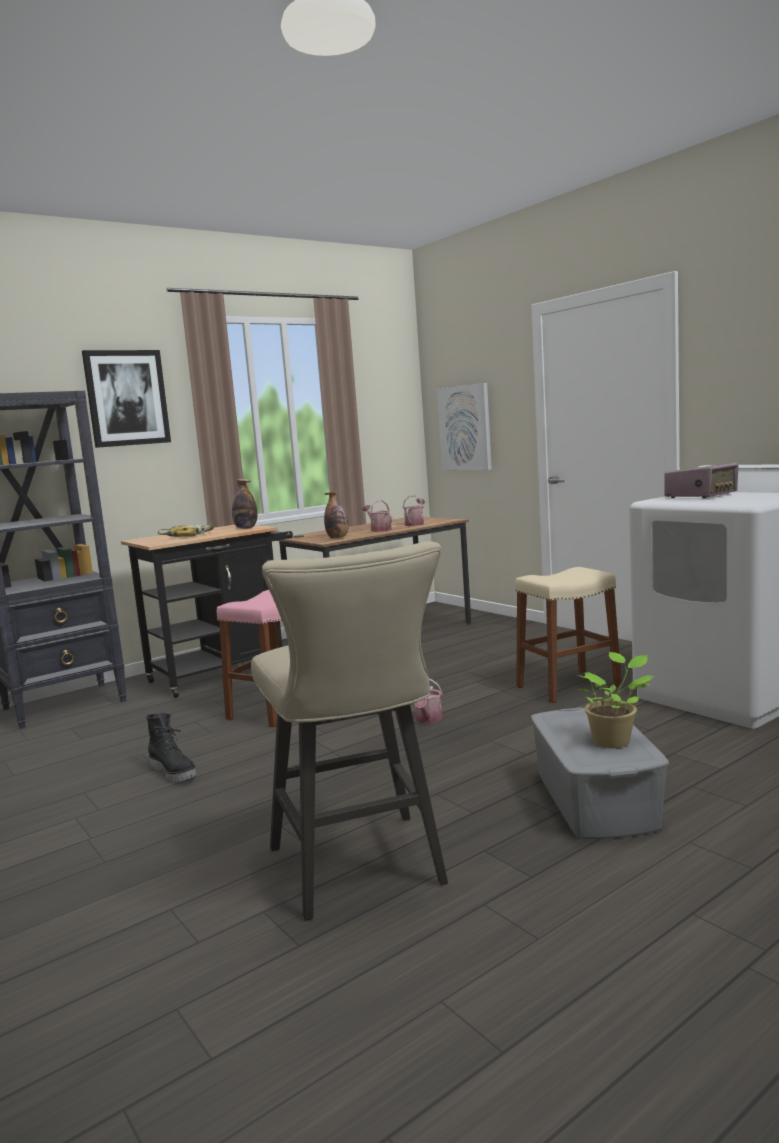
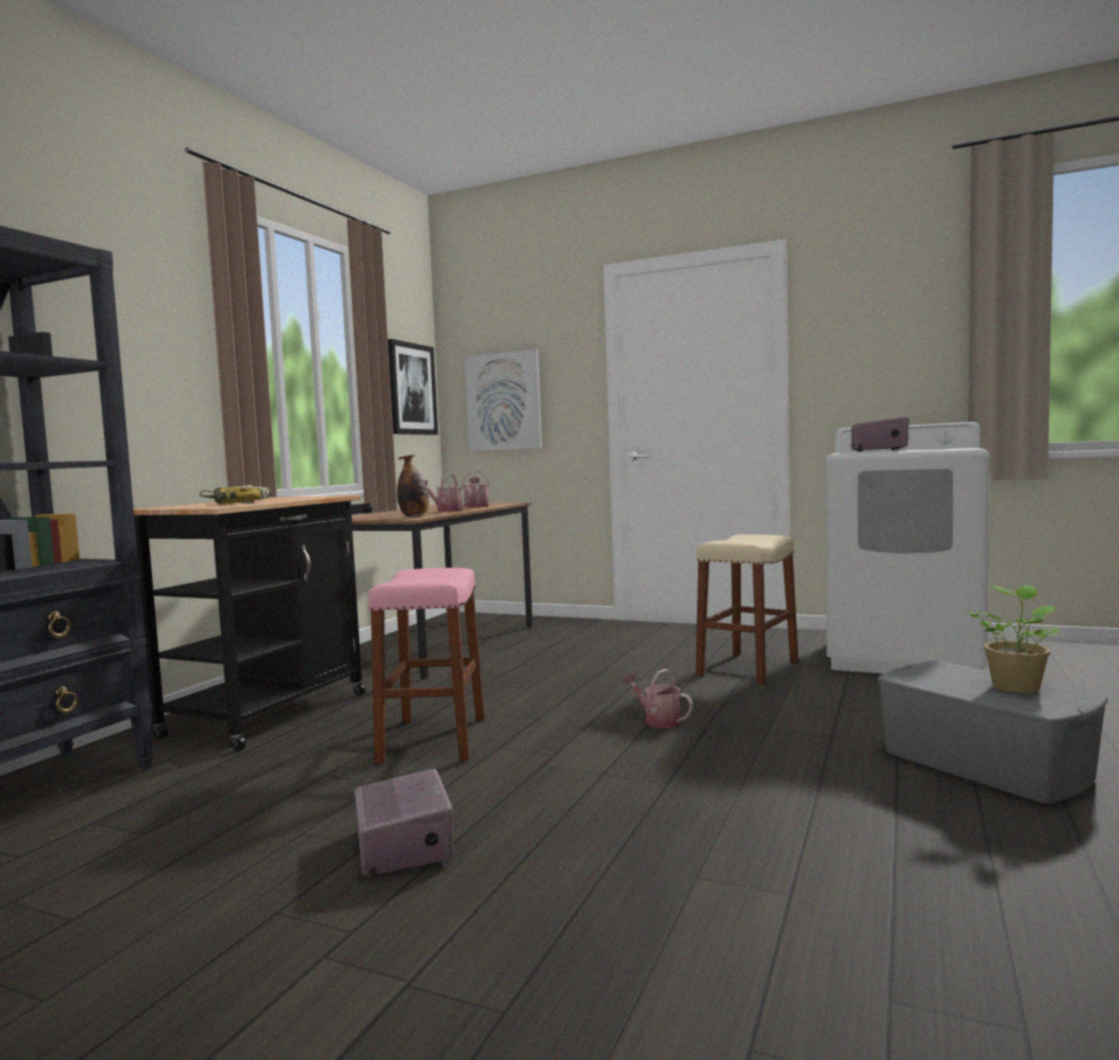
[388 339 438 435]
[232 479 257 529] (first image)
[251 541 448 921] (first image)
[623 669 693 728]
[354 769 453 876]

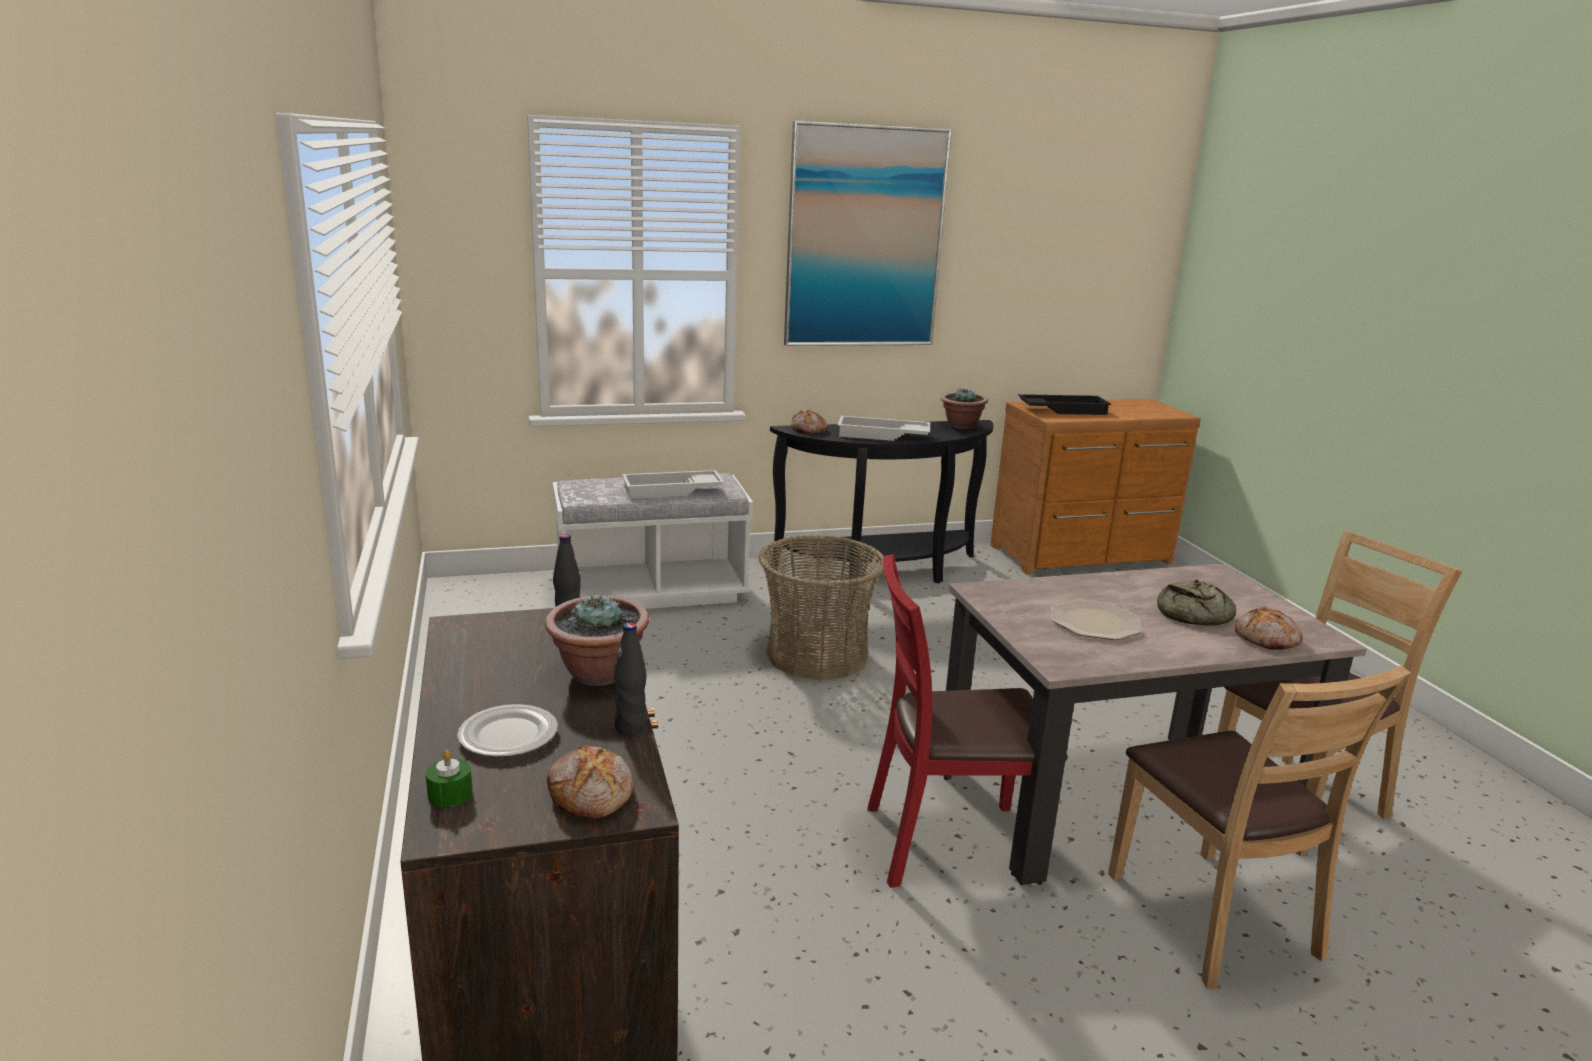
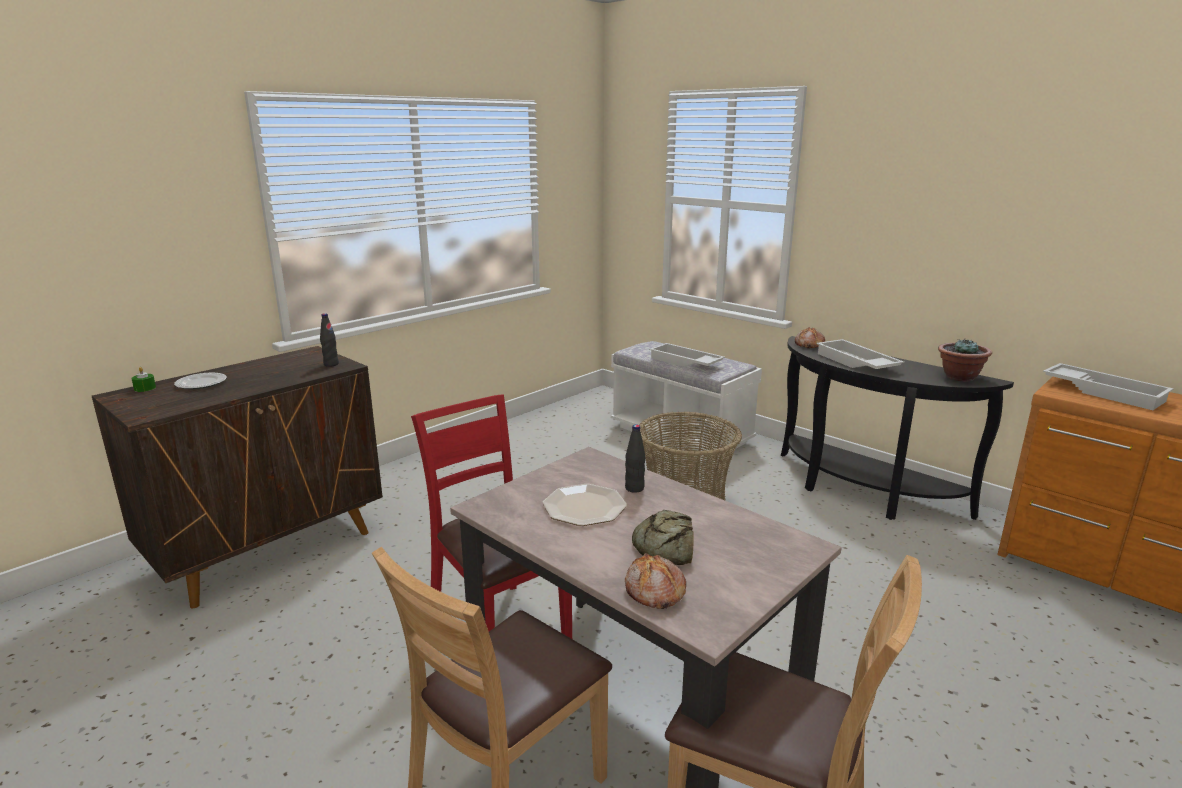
[784 121 952 346] (first image)
[1043 363 1173 410]
[545 595 649 686] (first image)
[625 424 645 493]
[547 745 634 818] (first image)

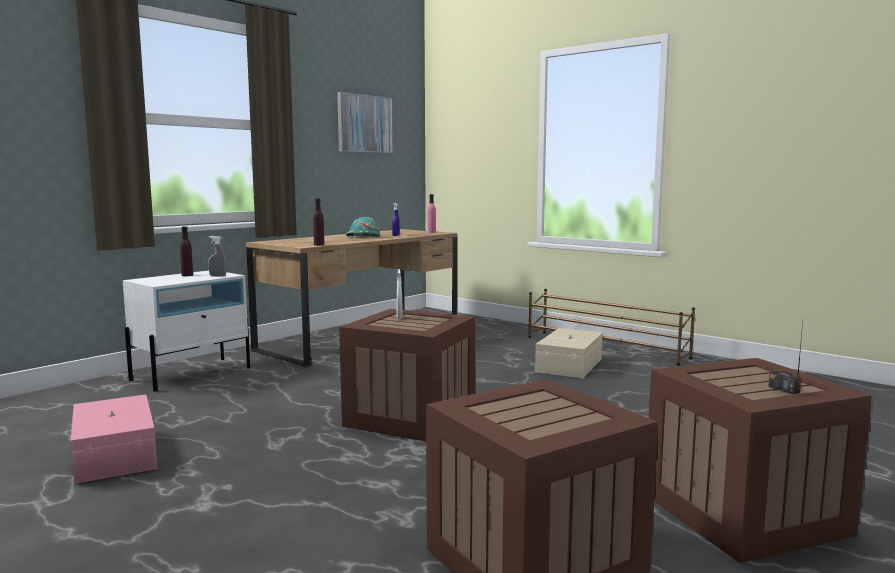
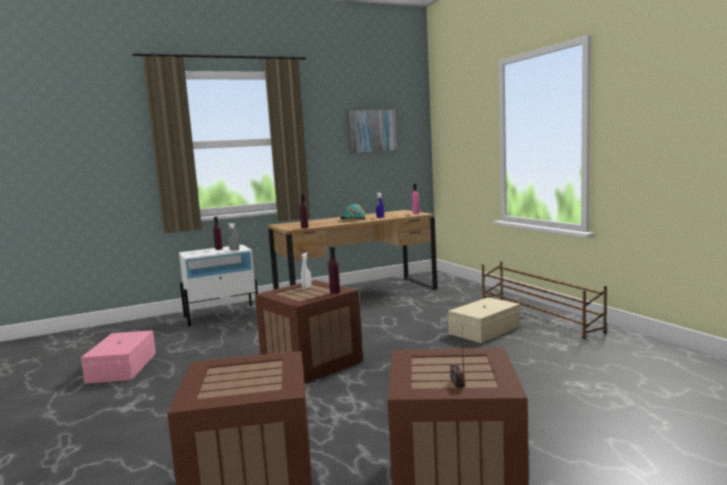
[328 247 340 294]

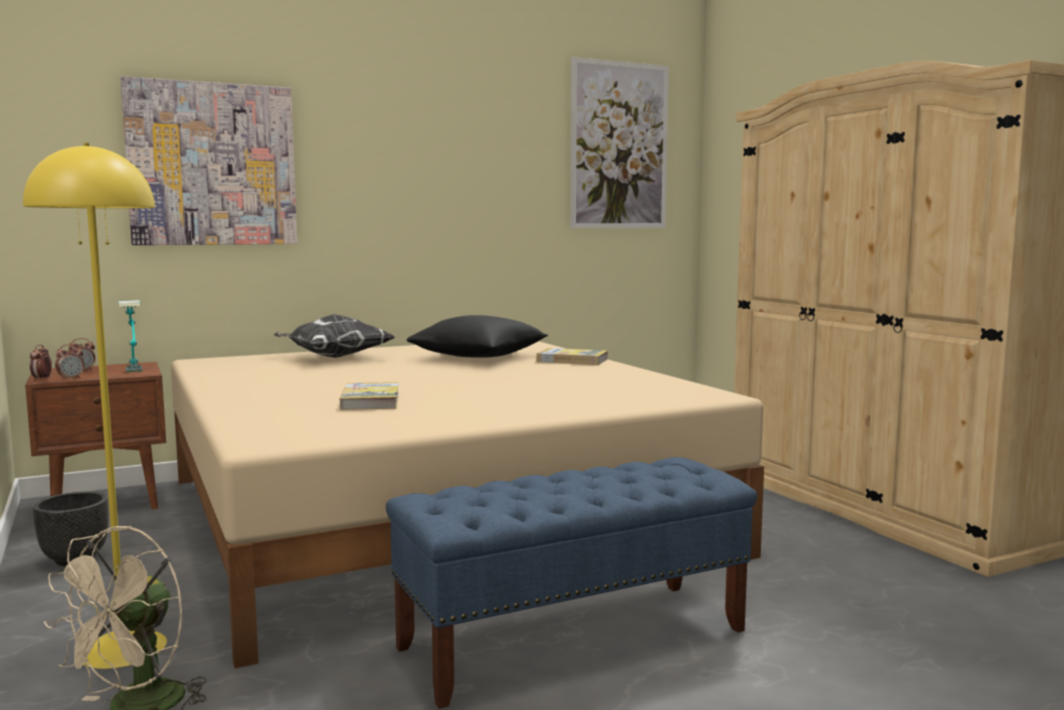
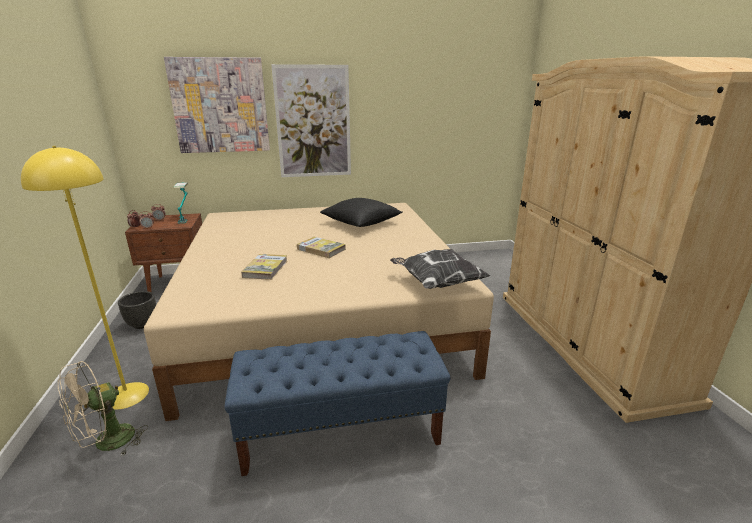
[271 64 351 177]
[390 249 491 289]
[297 237 346 258]

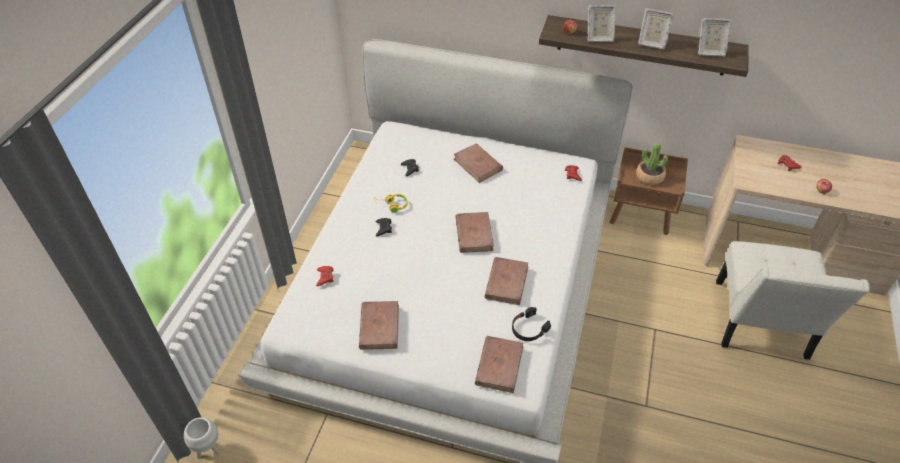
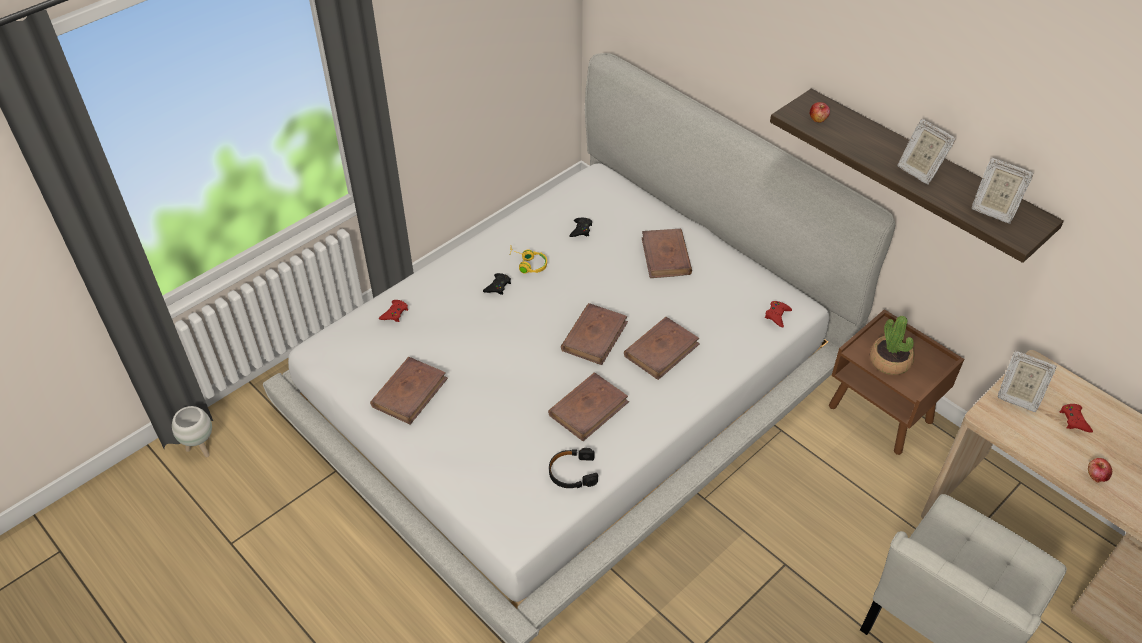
[998 351 1057 412]
[624 317 700 380]

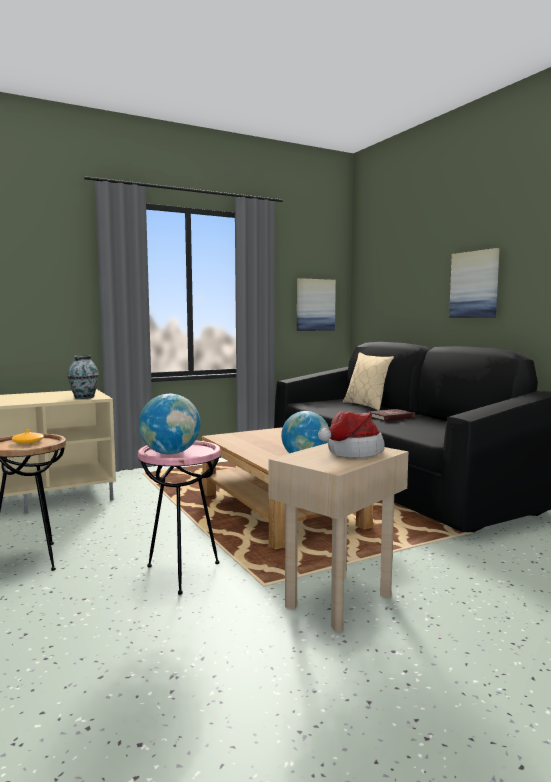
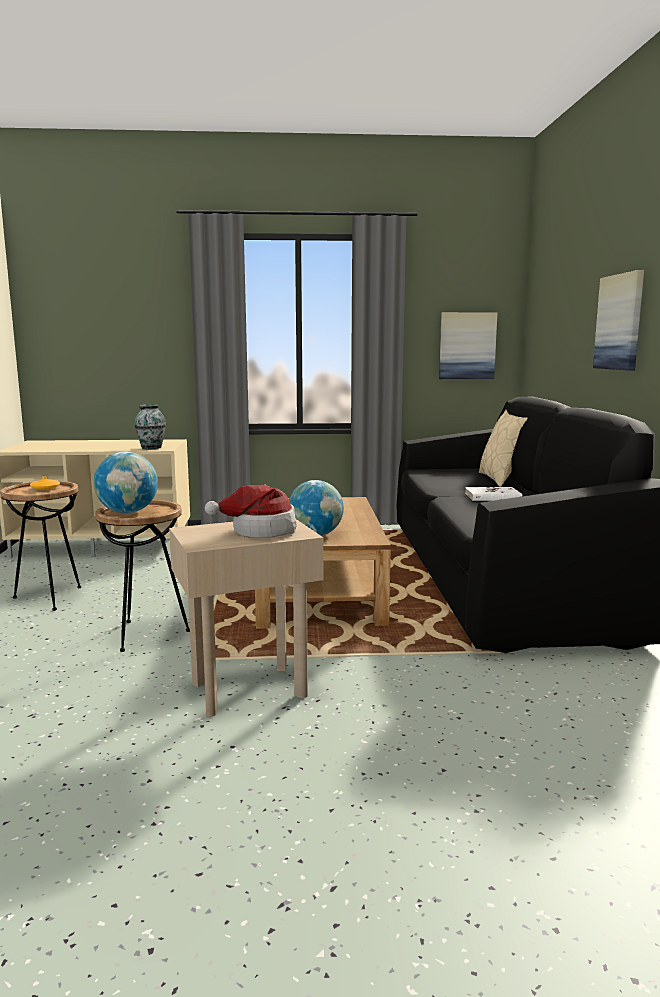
[465 487 522 501]
[95 500 190 652]

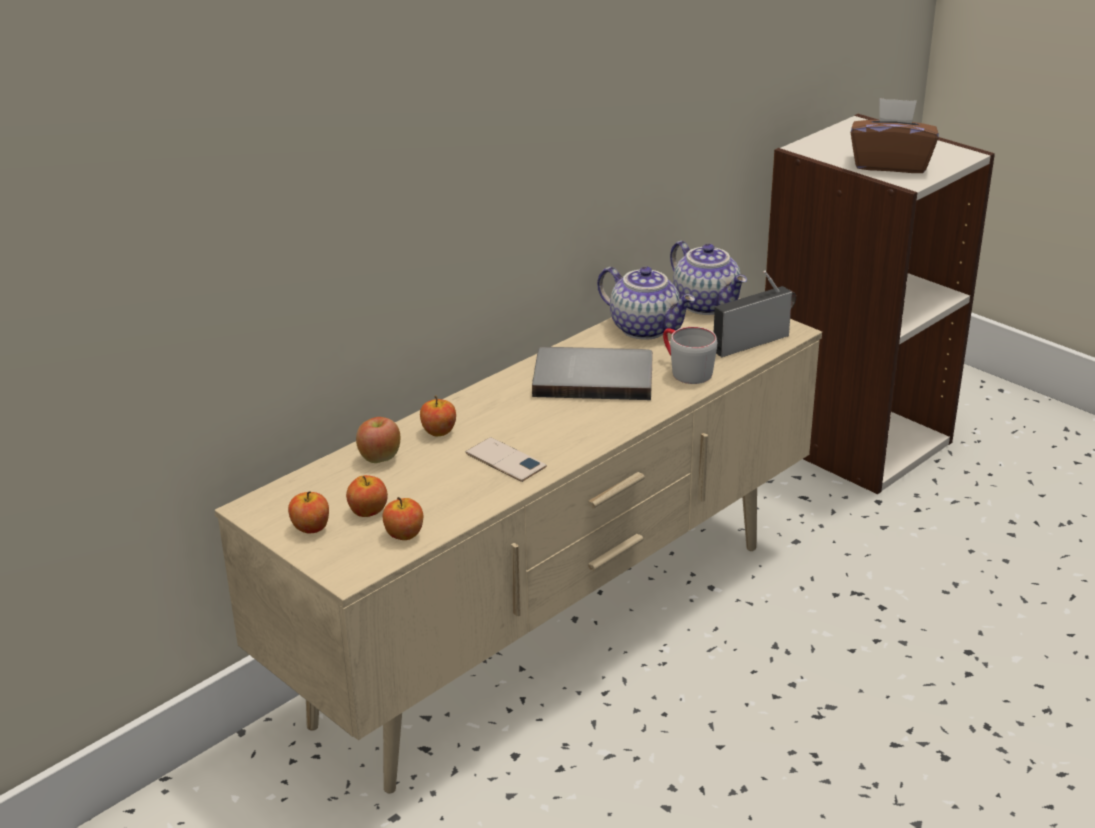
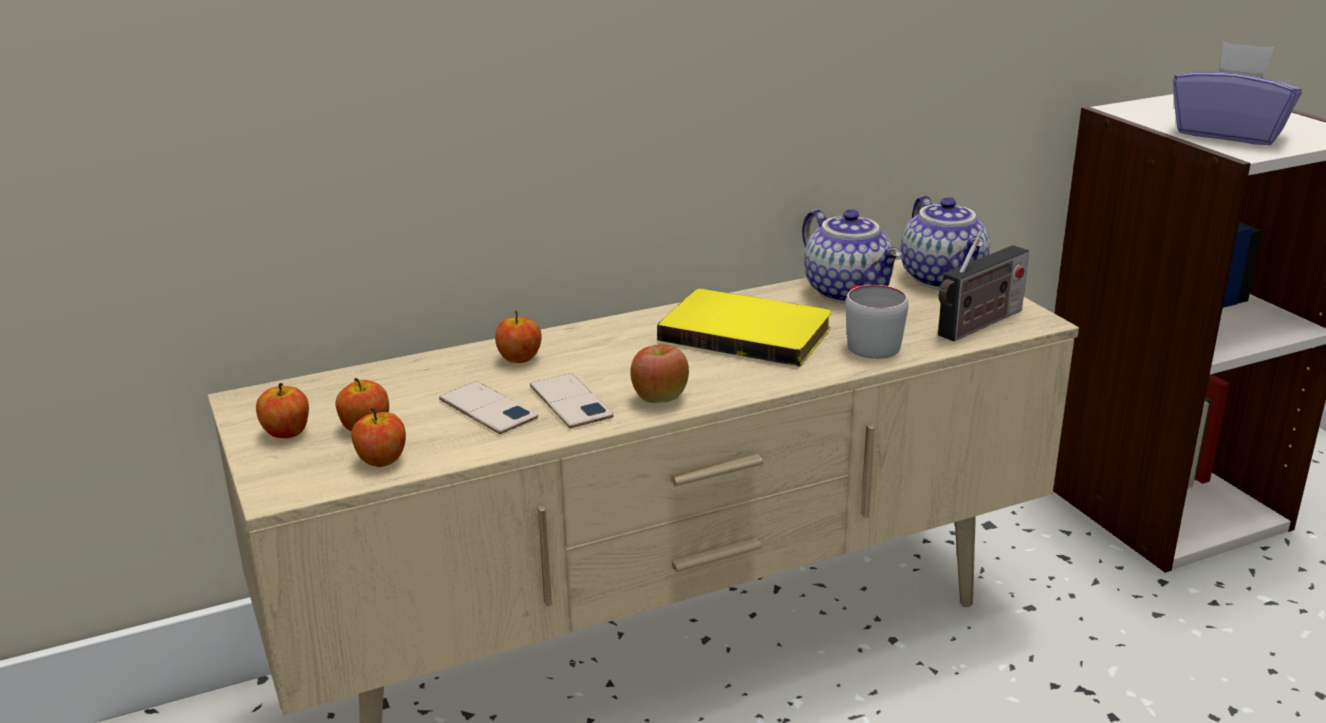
[1173 42 1302 145]
[938 230 1029 341]
[657 289 831 367]
[630 344 689 403]
[439 381 538 434]

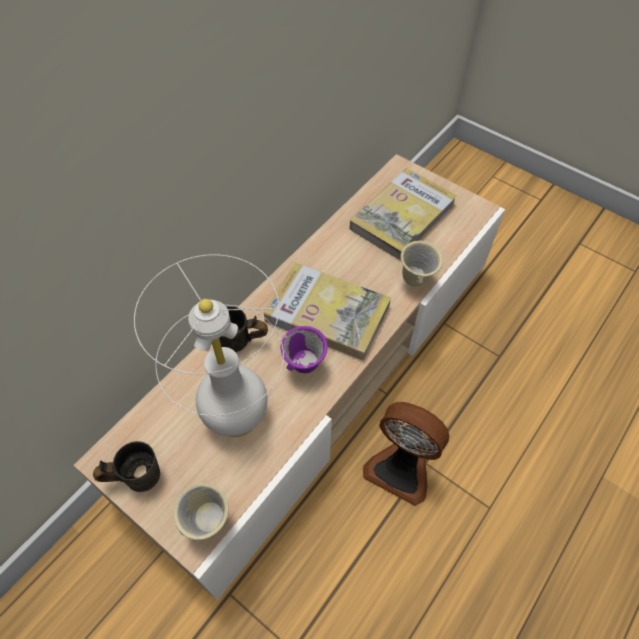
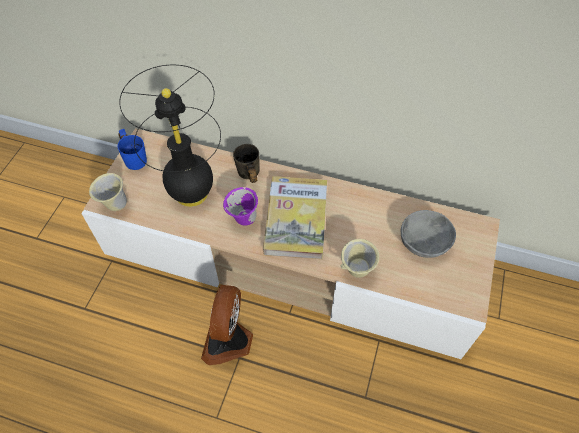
[401 210 456 258]
[119 65 221 207]
[117 129 147 170]

